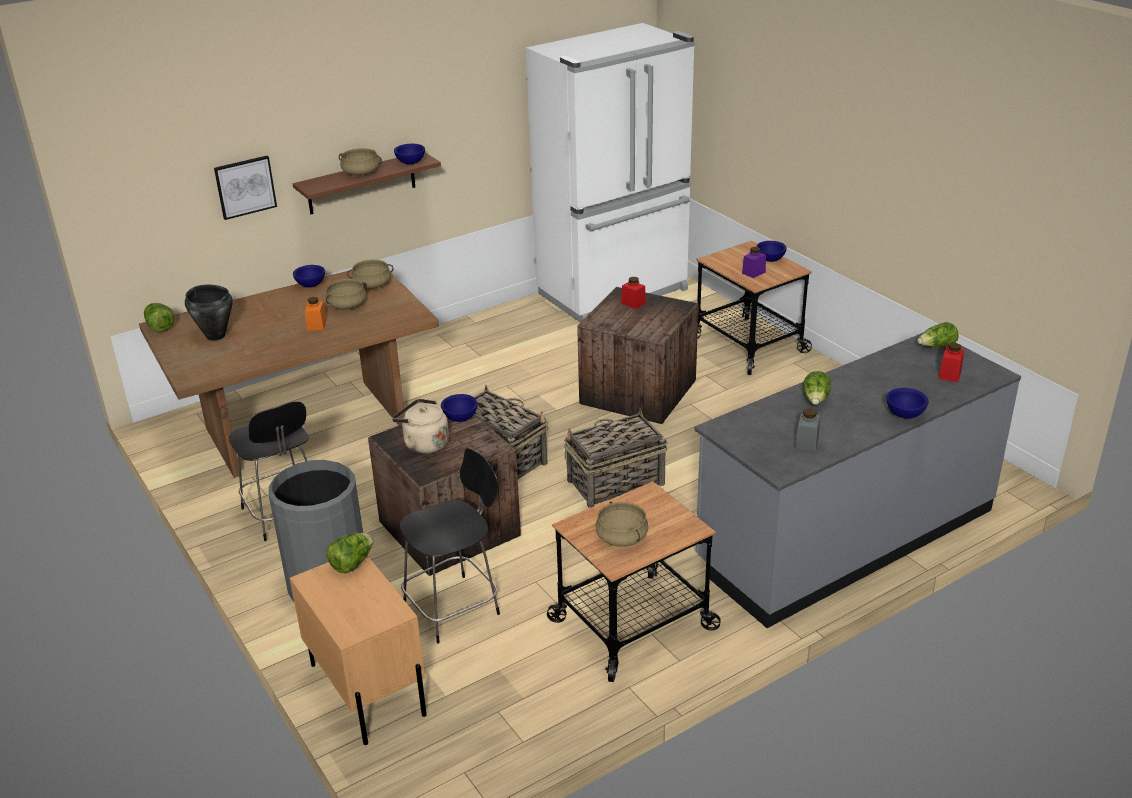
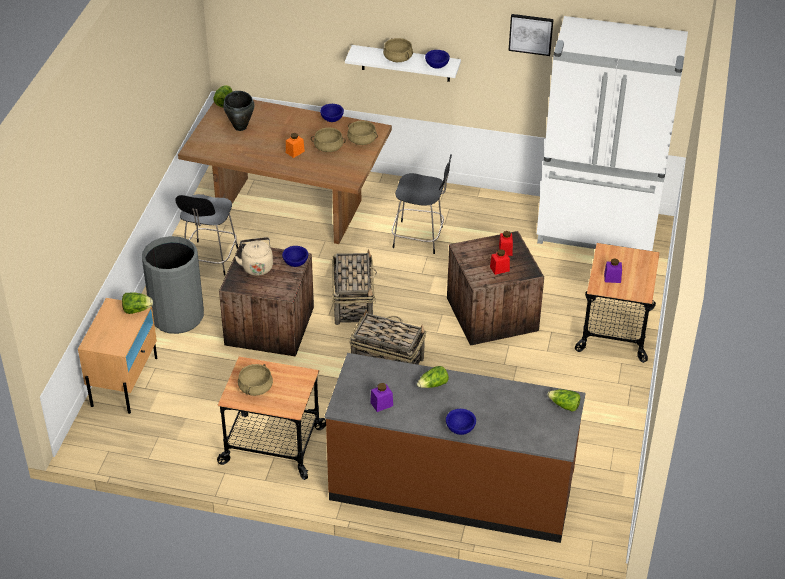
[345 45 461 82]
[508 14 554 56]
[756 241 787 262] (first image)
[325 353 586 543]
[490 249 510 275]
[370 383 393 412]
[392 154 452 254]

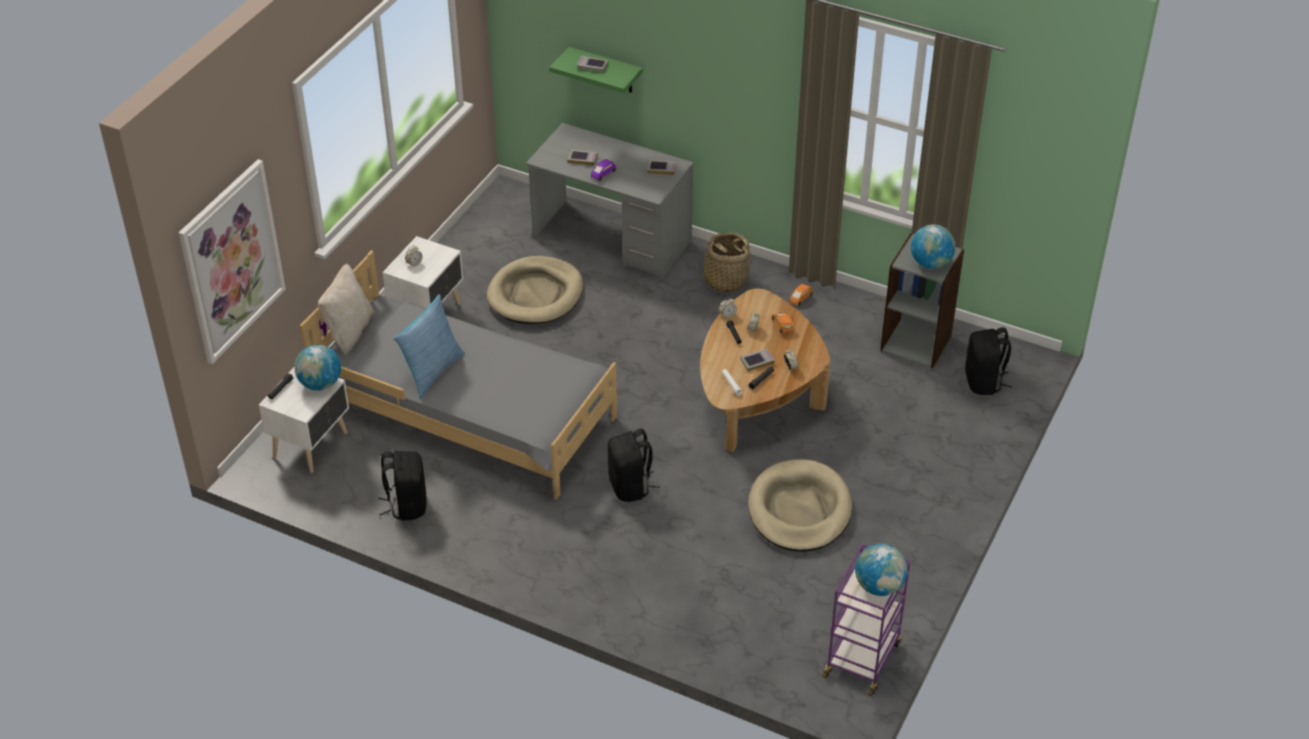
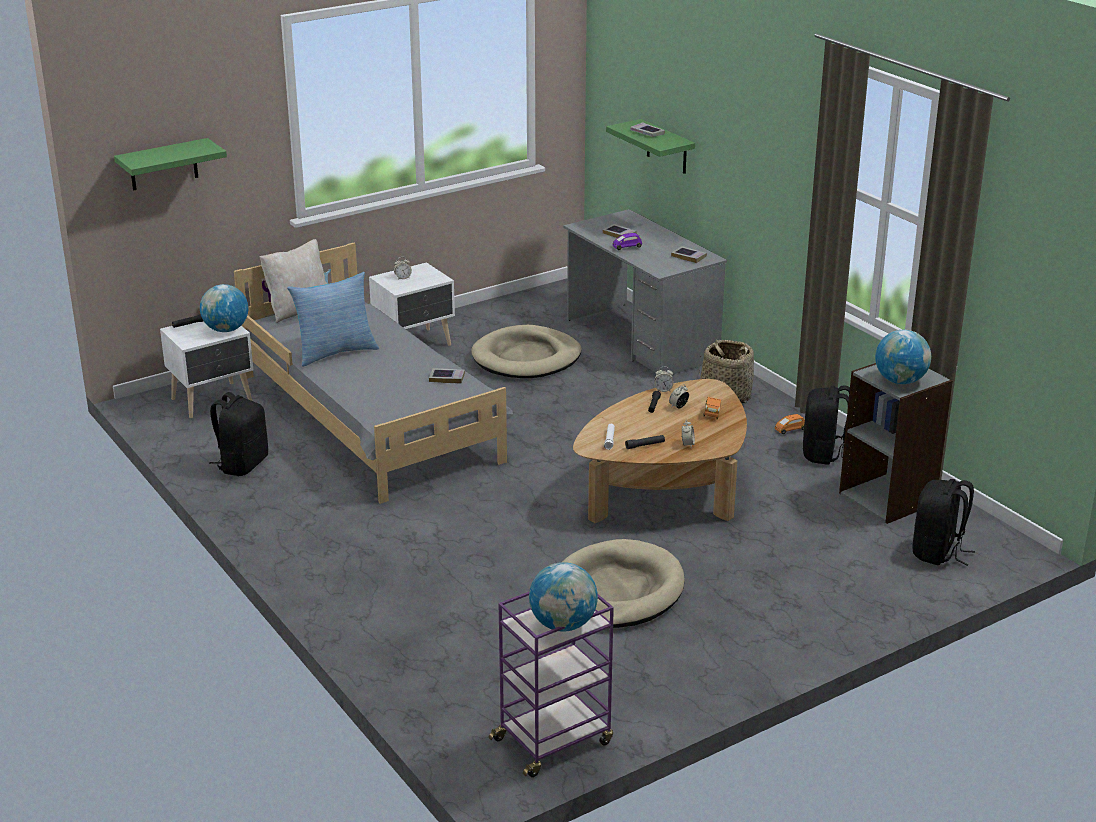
[114 138 227 191]
[429 368 465 384]
[803 385 850 465]

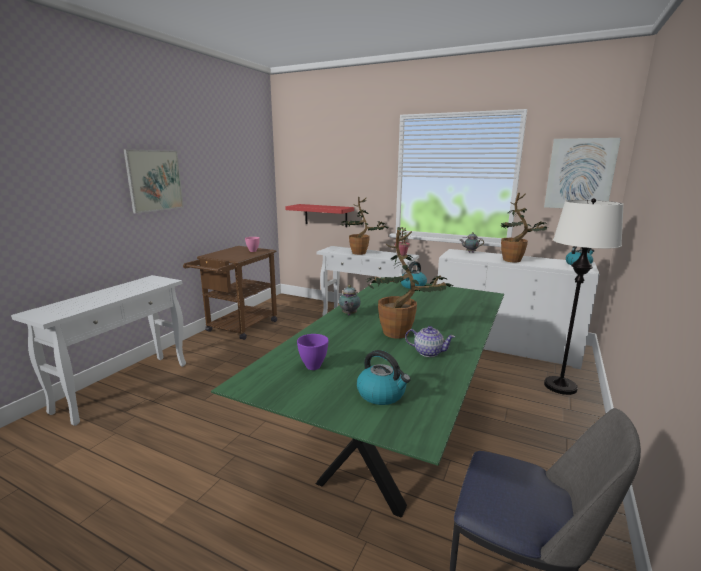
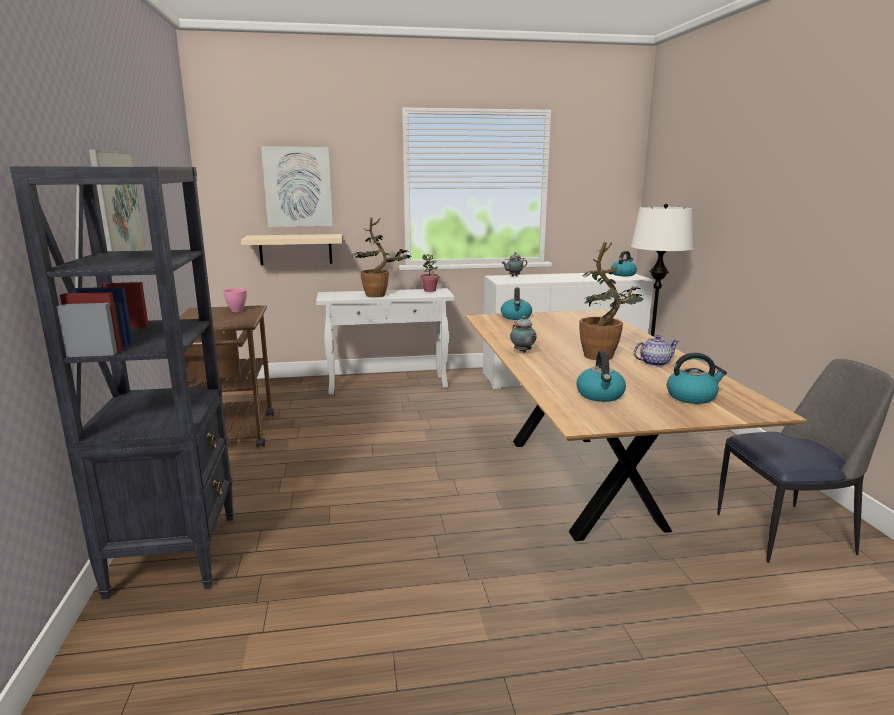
[261 147 333 227]
[501 193 548 262] (first image)
[241 234 342 265]
[10 166 234 599]
[465 310 807 541]
[577 350 626 402]

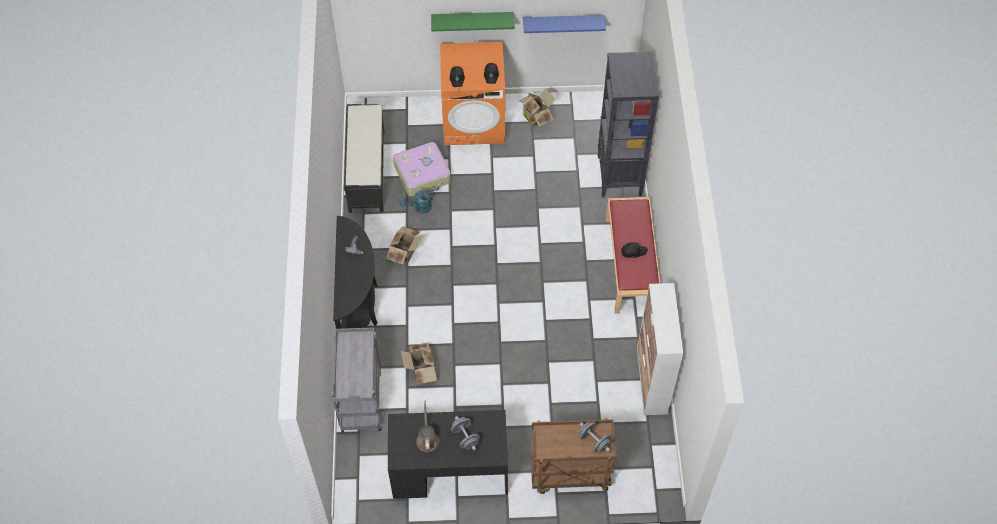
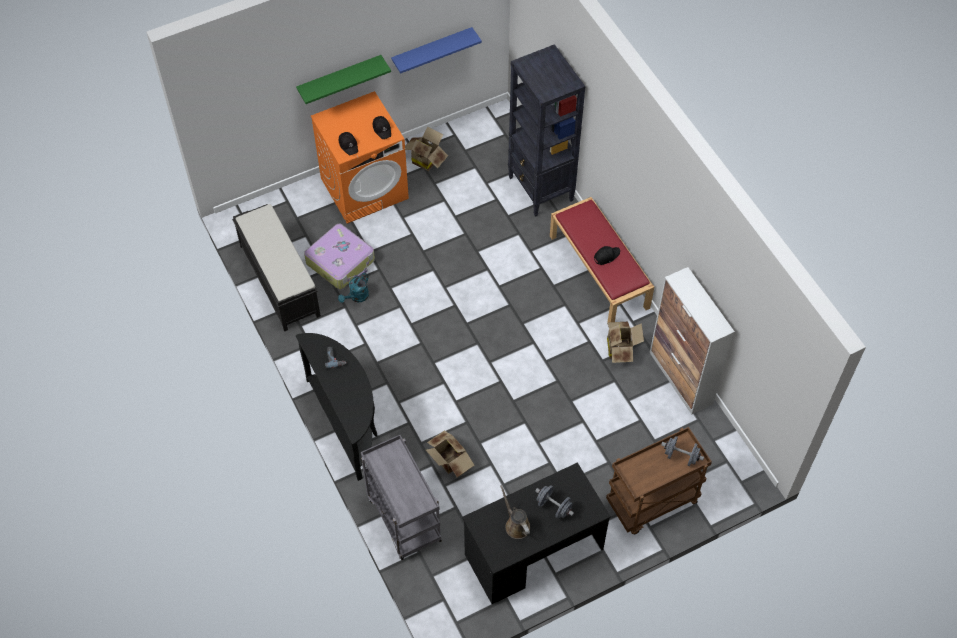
[607 322 644 363]

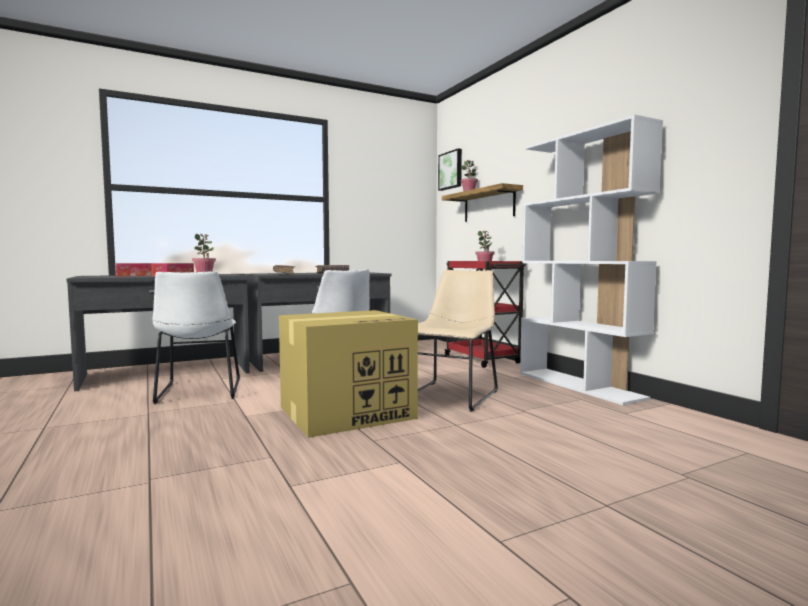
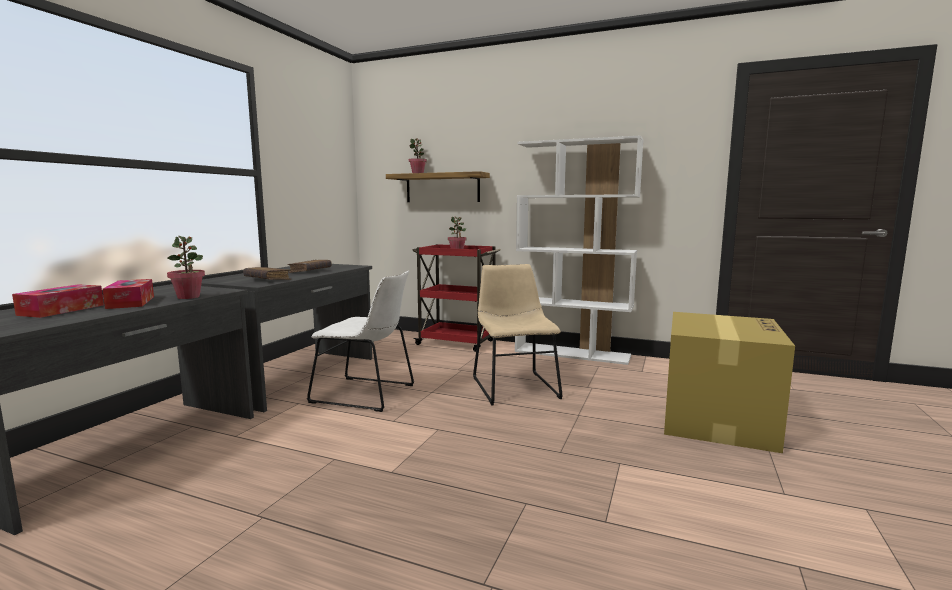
[438 149 462 191] (first image)
[153 271 240 404] (first image)
[664 312 795 453]

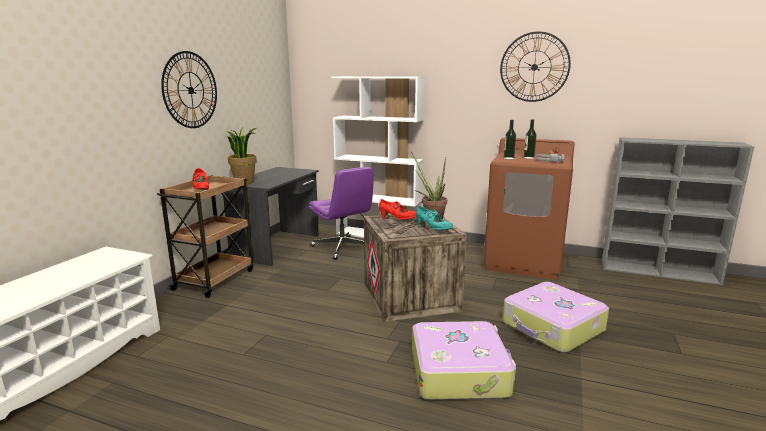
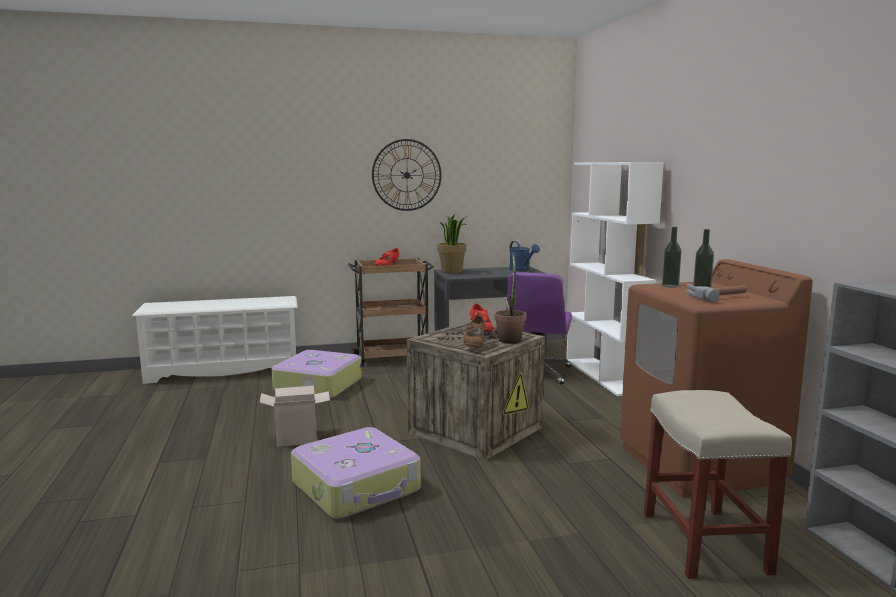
[500 31 571 102] (first image)
[464 316 485 348]
[272 350 362 399]
[509 241 540 271]
[260 386 330 447]
[644 390 792 579]

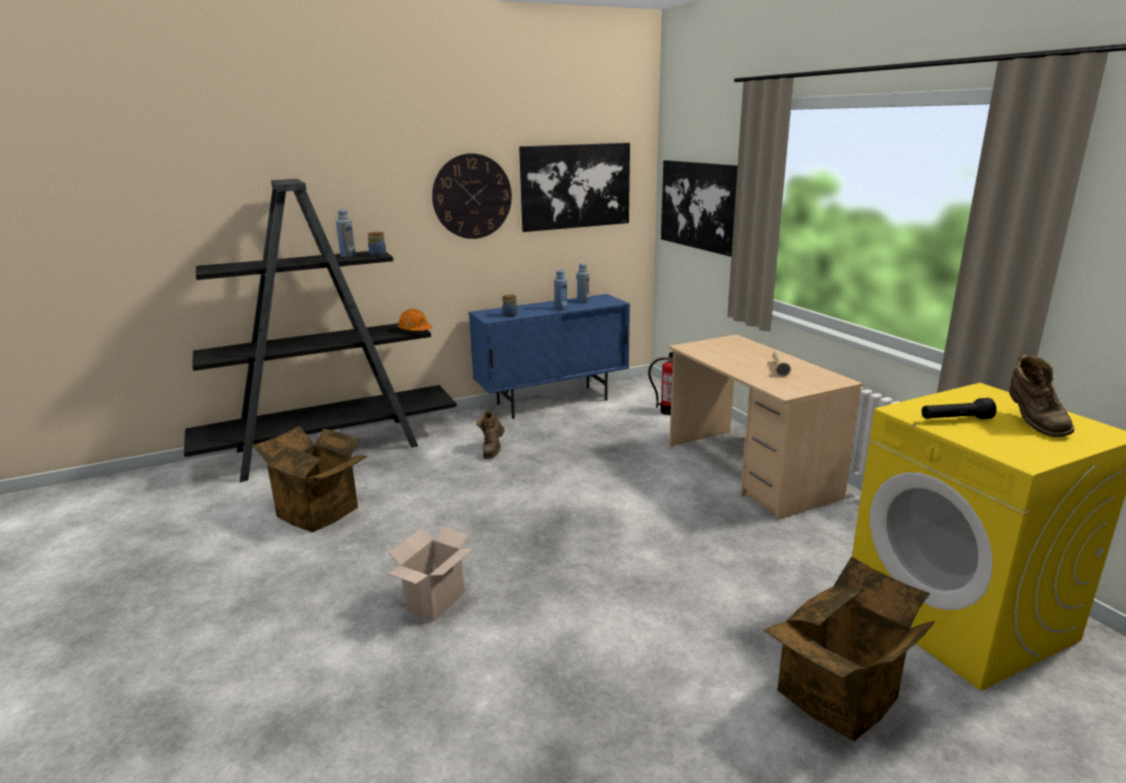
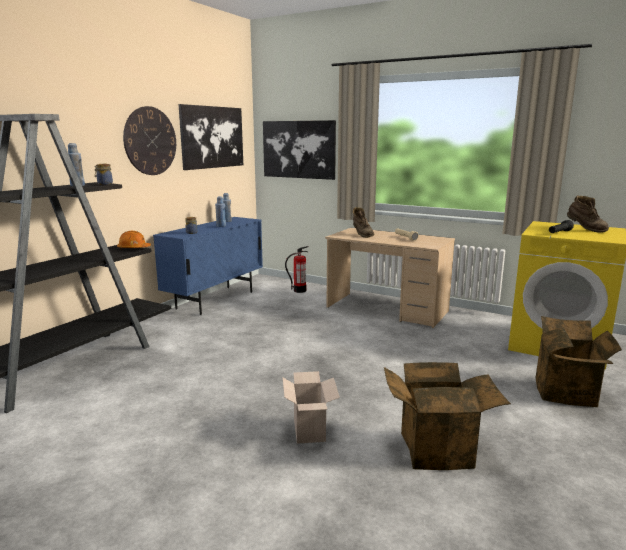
[353 207 375 238]
[384 362 511 470]

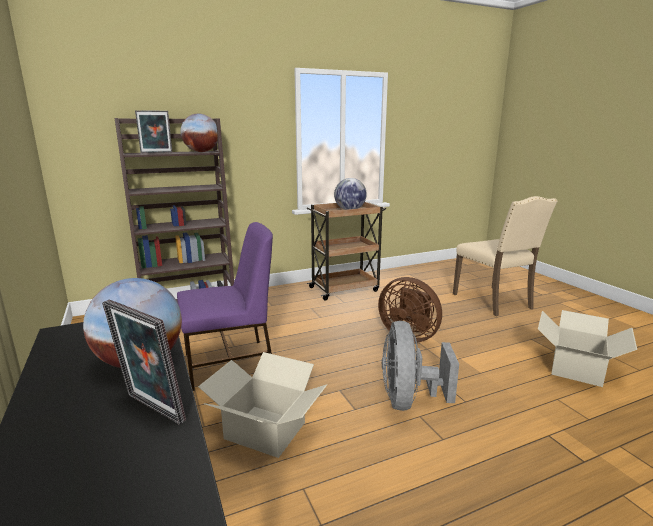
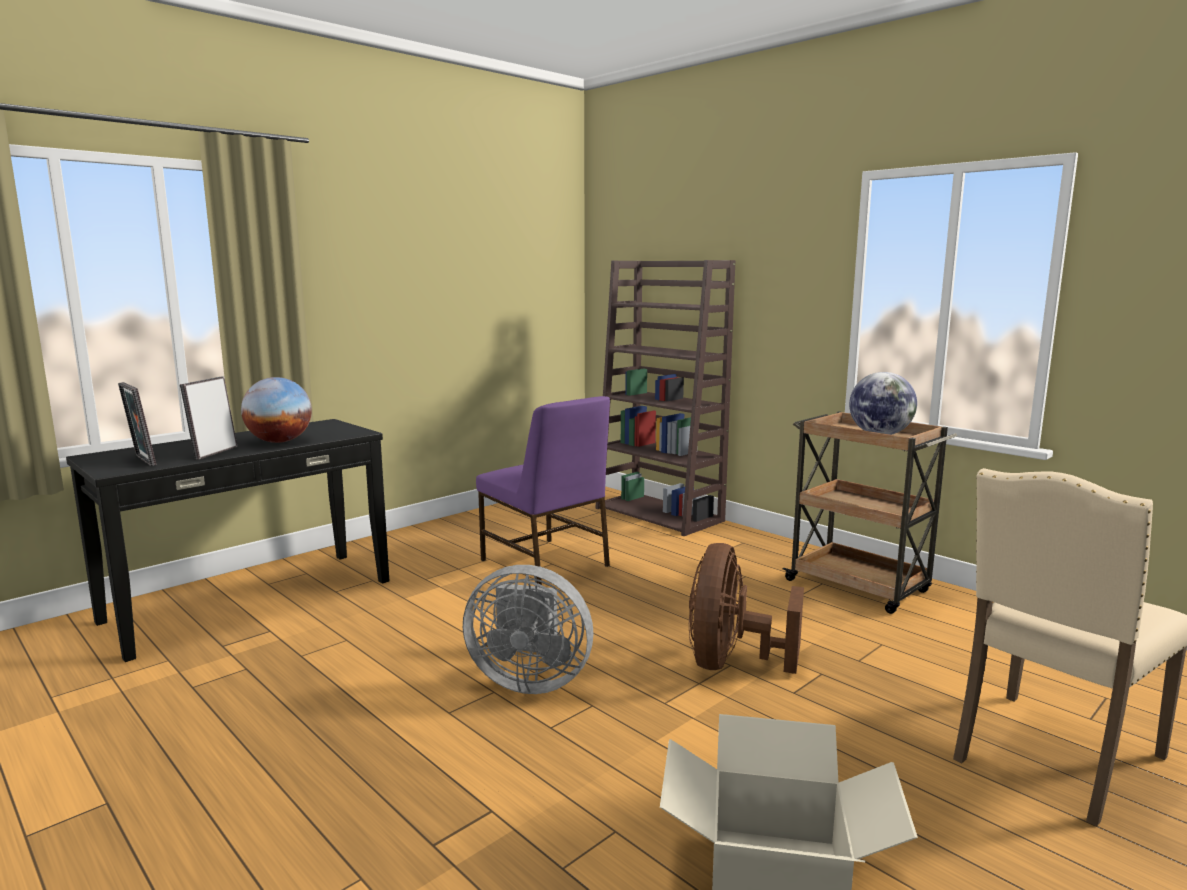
[118 382 156 466]
[181 114 218 152] (first image)
[463 565 594 694]
[198 352 327 458] (first image)

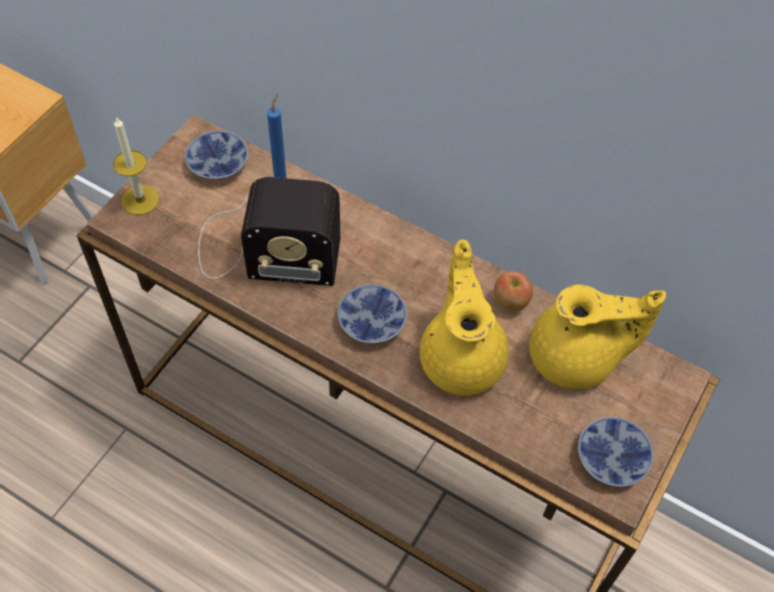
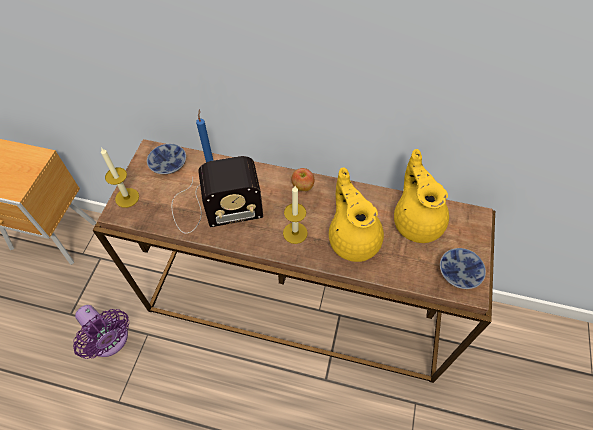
[291 168 314 191]
[283 186 308 244]
[394 149 449 243]
[73 305 129 359]

